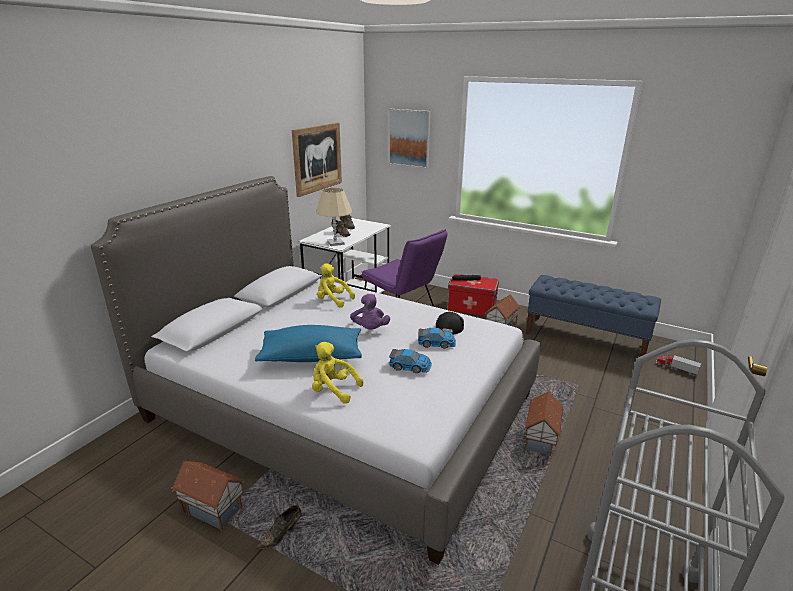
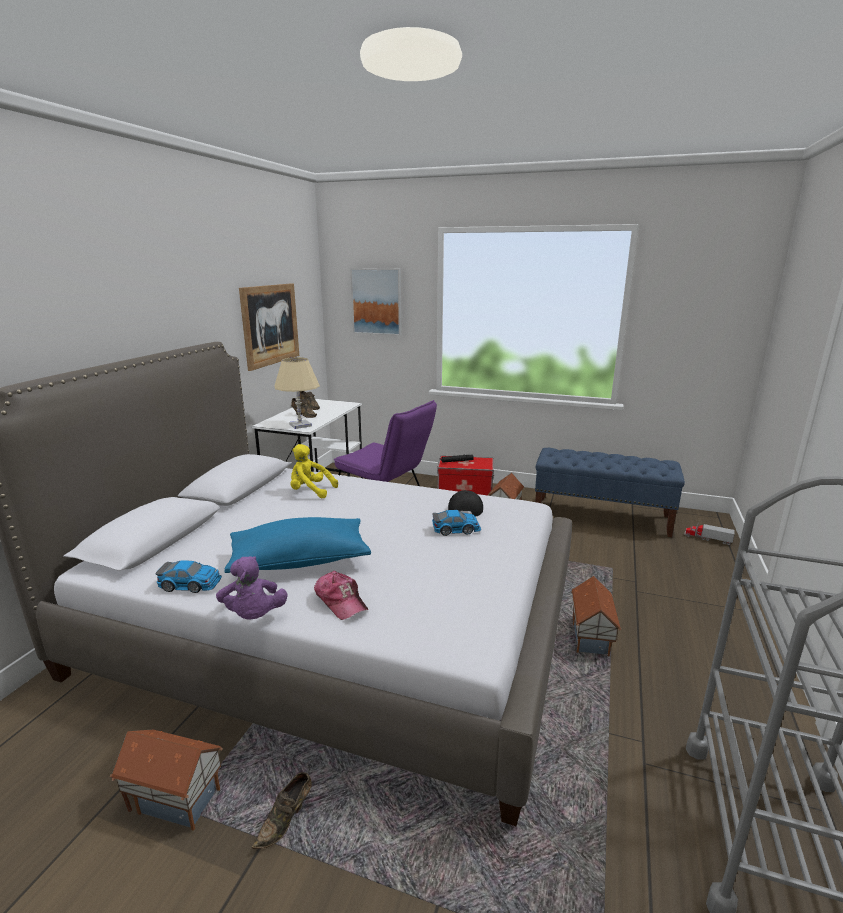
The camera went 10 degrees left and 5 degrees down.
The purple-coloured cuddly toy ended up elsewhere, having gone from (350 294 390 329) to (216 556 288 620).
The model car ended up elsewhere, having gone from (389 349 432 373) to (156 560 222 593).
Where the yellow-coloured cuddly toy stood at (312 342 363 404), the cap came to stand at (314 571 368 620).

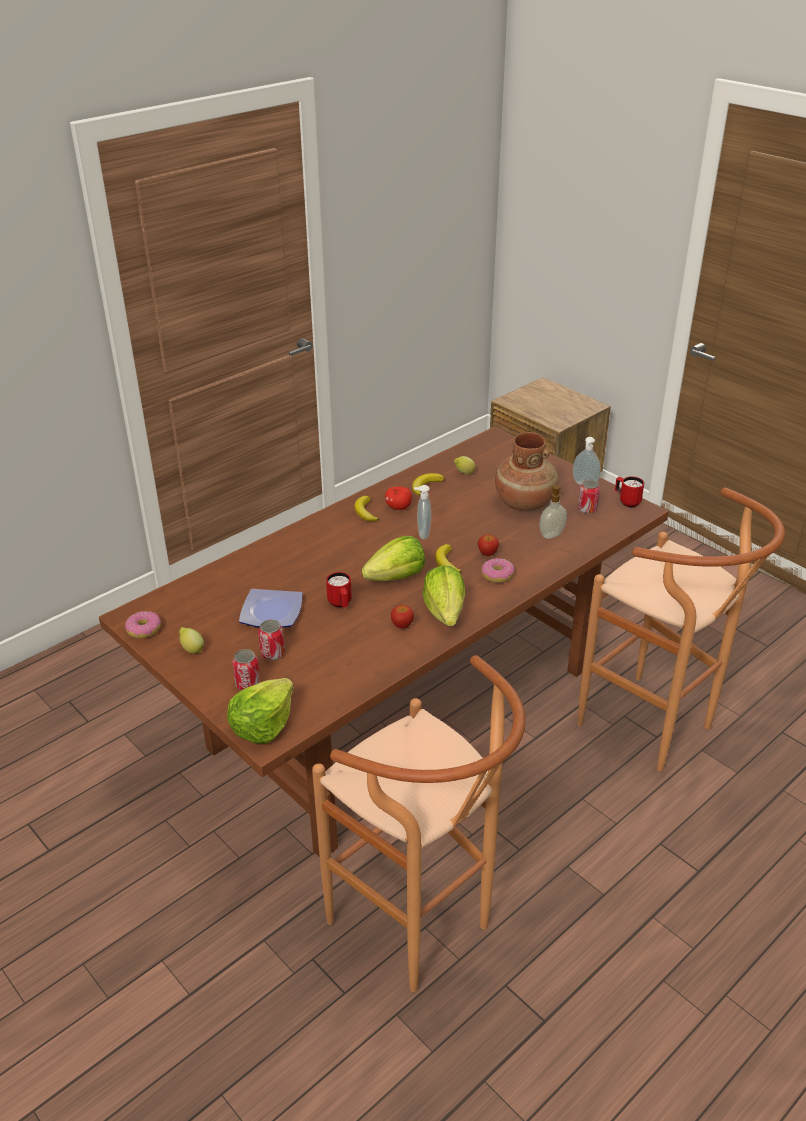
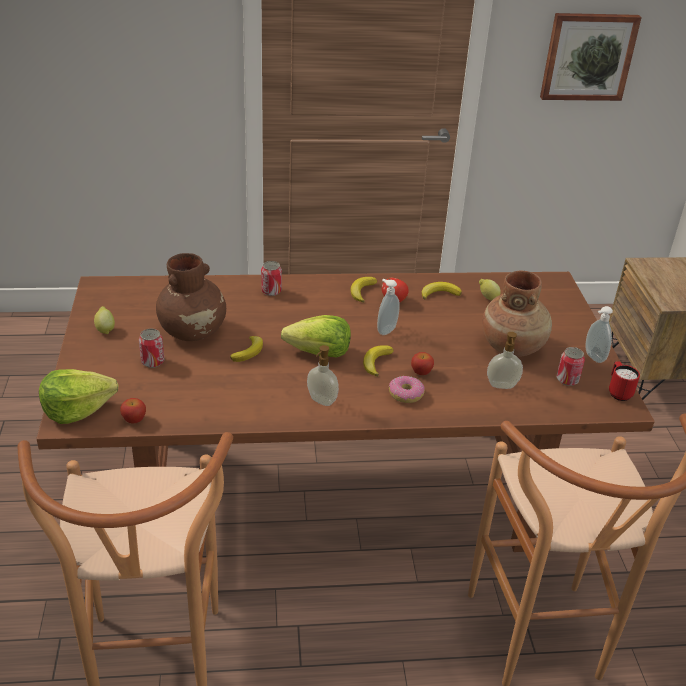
The camera went 35 degrees right and 0 degrees up.
The second view lost the ring doughnut at (125 611 161 638).
The second view gained the wall picture at (540 13 642 101).
The can ended up elsewhere, having gone from (232 649 260 690) to (261 261 282 296).
The apple fruit ended up elsewhere, having gone from (391 605 414 629) to (120 398 146 424).
Where the plate stood at (239 589 303 628), the brown vase came to stand at (156 253 226 341).
Where the reddish coffee mug stood at (326 572 352 607), the banana came to stand at (230 336 263 362).
Where the lettuce head stood at (423 565 465 626), the soap dispenser came to stand at (307 345 339 406).

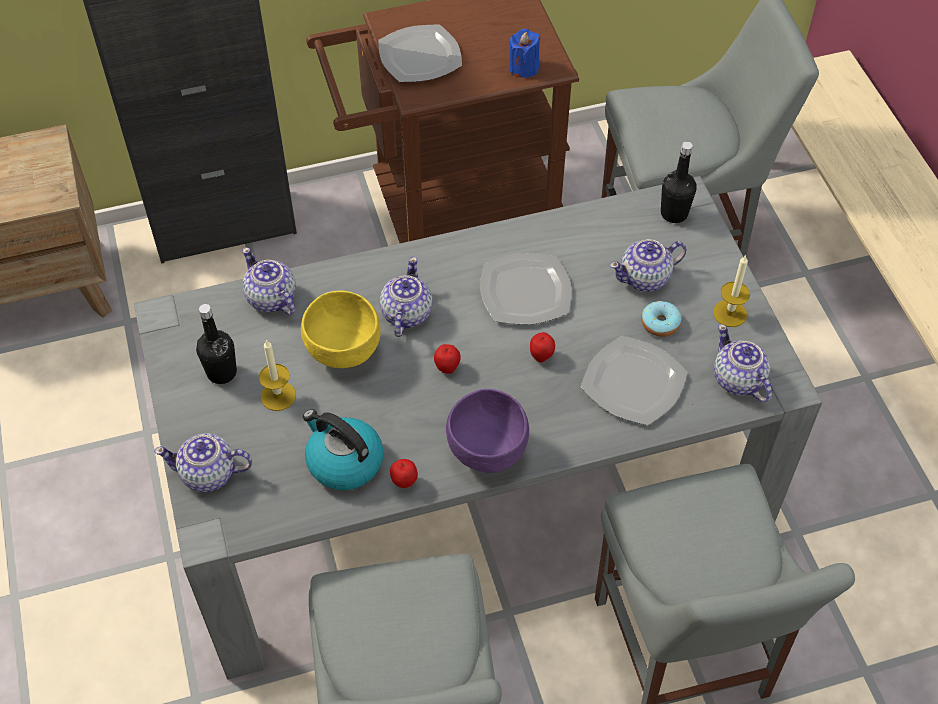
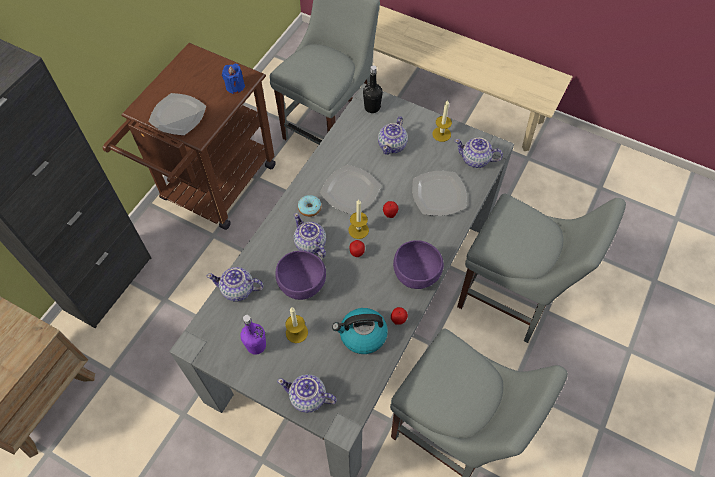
The camera went 45 degrees left and 5 degrees up.
The second view gained the wax light at (348 200 369 239).
The ring doughnut ended up elsewhere, having gone from (641 301 682 337) to (298 195 321 217).
What was the black-coloured drink bottle at (196 304 237 384) turned into the purple-coloured drink bottle at (240 315 266 355).
What was the yellow-coloured serving bowl at (301 291 381 368) turned into the purple-coloured serving bowl at (275 251 326 300).
The teapot at (154 433 252 492) ended up facing another way, 60 degrees clockwise from before.

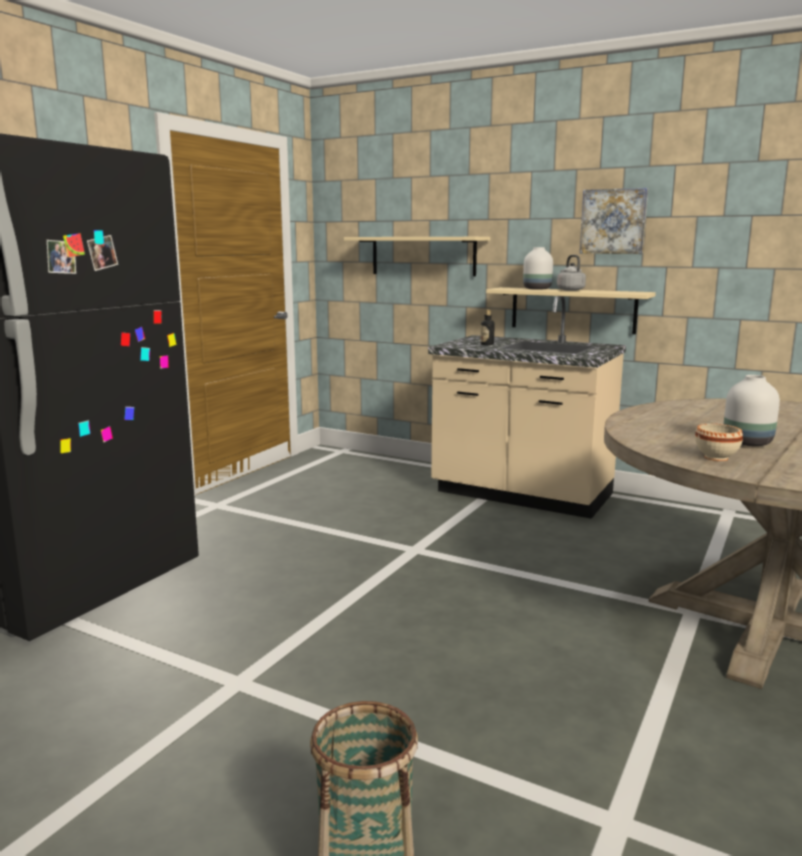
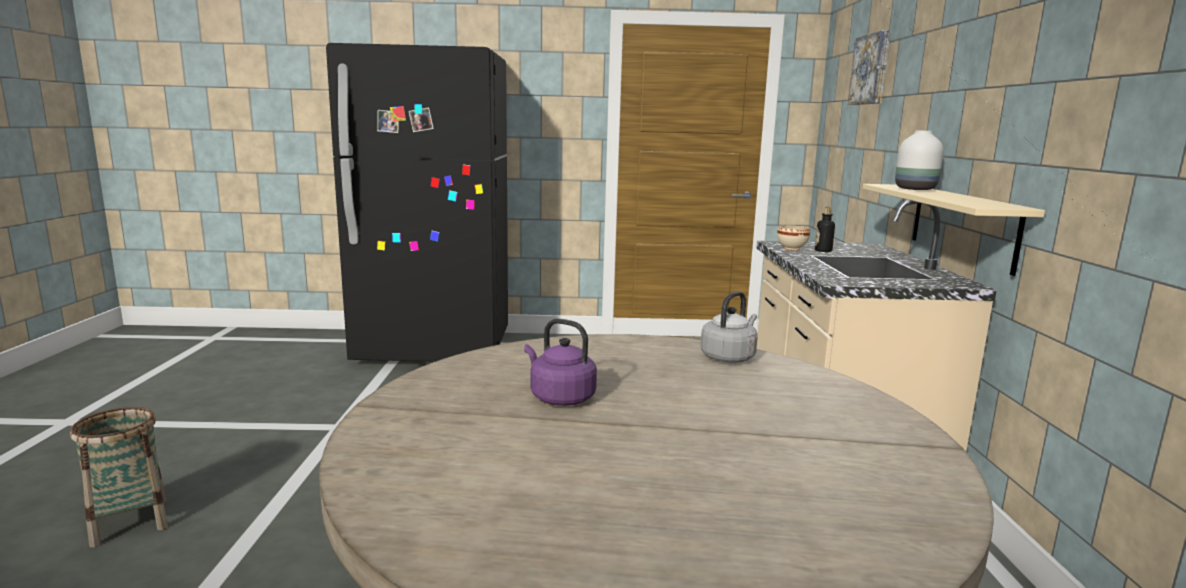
The camera went 60 degrees right and 0 degrees up.
The second view lost the beige-coloured bracket shelf at (344 237 490 276).
The greyish tea kettle ended up elsewhere, having gone from (557 255 586 291) to (700 291 758 363).
The wall picture ended up elsewhere, having gone from (580 188 648 254) to (848 30 891 105).
The beige-coloured serving bowl ended up elsewhere, having gone from (695 424 743 461) to (777 225 810 251).
Where the white-coloured vase stood at (724 375 780 446), the purple-coloured tea kettle came to stand at (524 319 597 406).

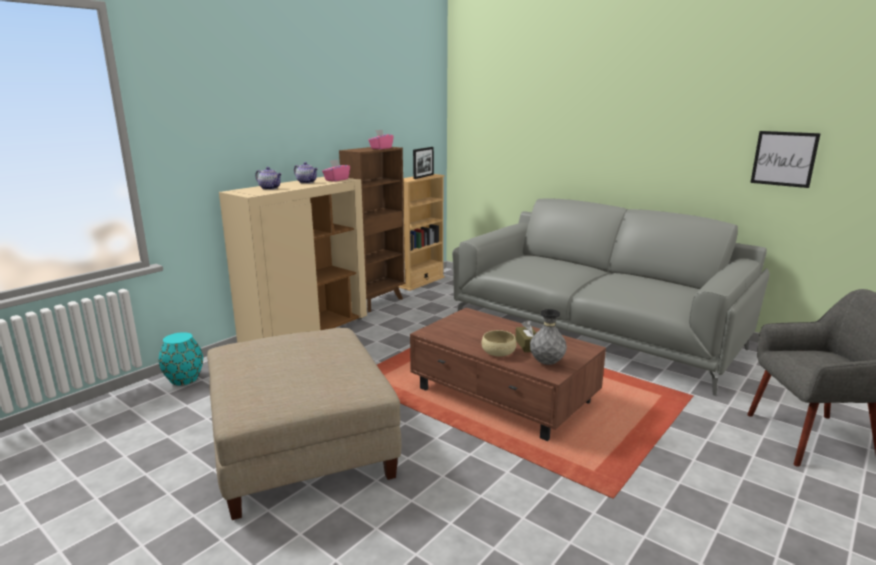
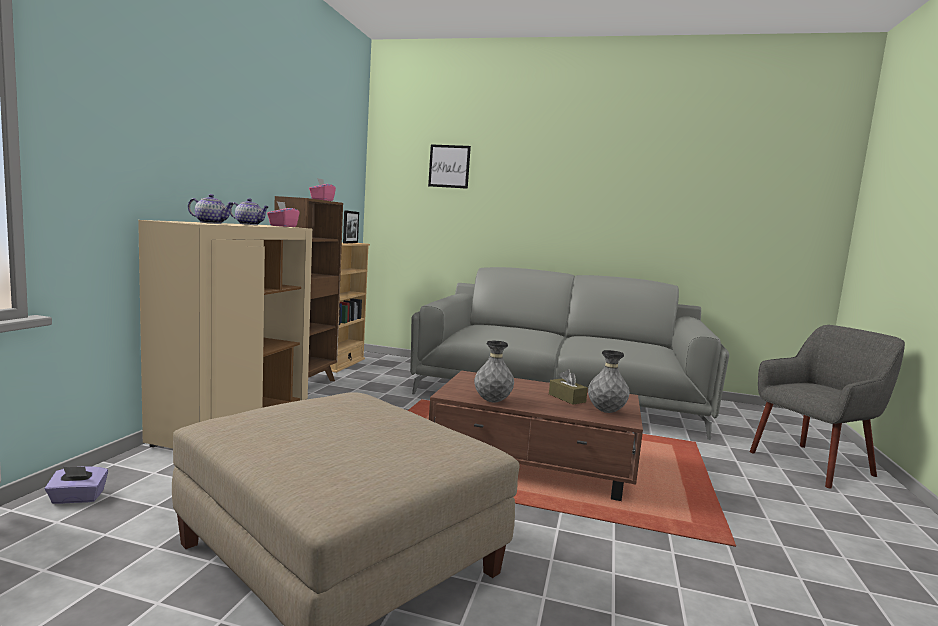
The camera went 25 degrees left and 10 degrees down.
The second view lost the beige-coloured serving bowl at (481 330 517 357).
The second view gained the greyish vase at (474 341 514 402).
The wall picture ended up elsewhere, having gone from (751 131 821 188) to (428 144 471 189).
Where the turquoise-coloured vase stood at (159 332 203 385), the purple-coloured tissue box came to stand at (45 466 108 504).

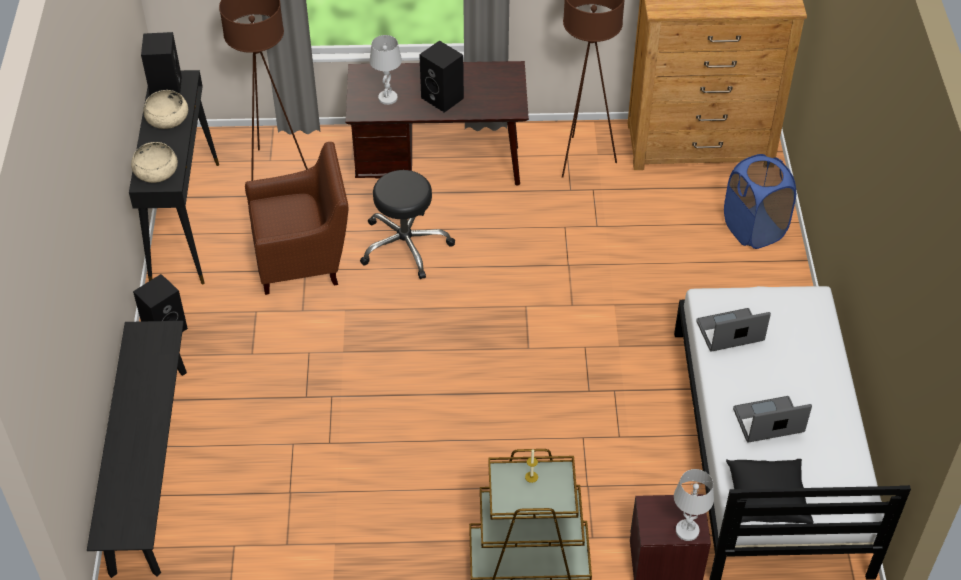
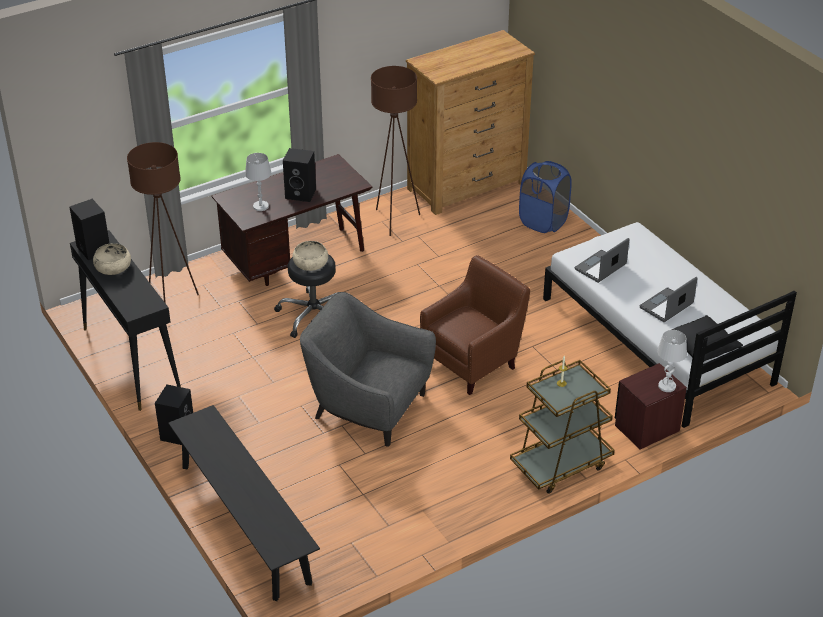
The camera went 30 degrees left and 10 degrees down.
The second view gained the greyish armchair at (300 292 436 447).
The beige-coloured serving bowl ended up elsewhere, having gone from (131 142 178 183) to (293 241 328 271).
The brown armchair ended up elsewhere, having gone from (245 142 348 295) to (420 255 530 395).

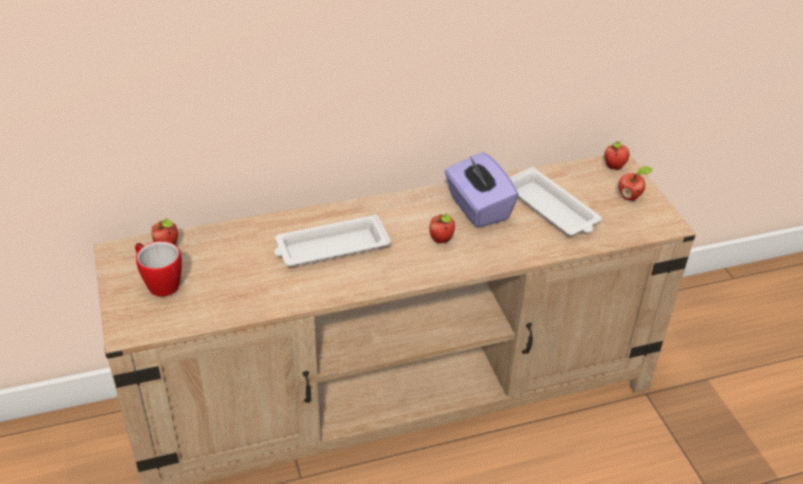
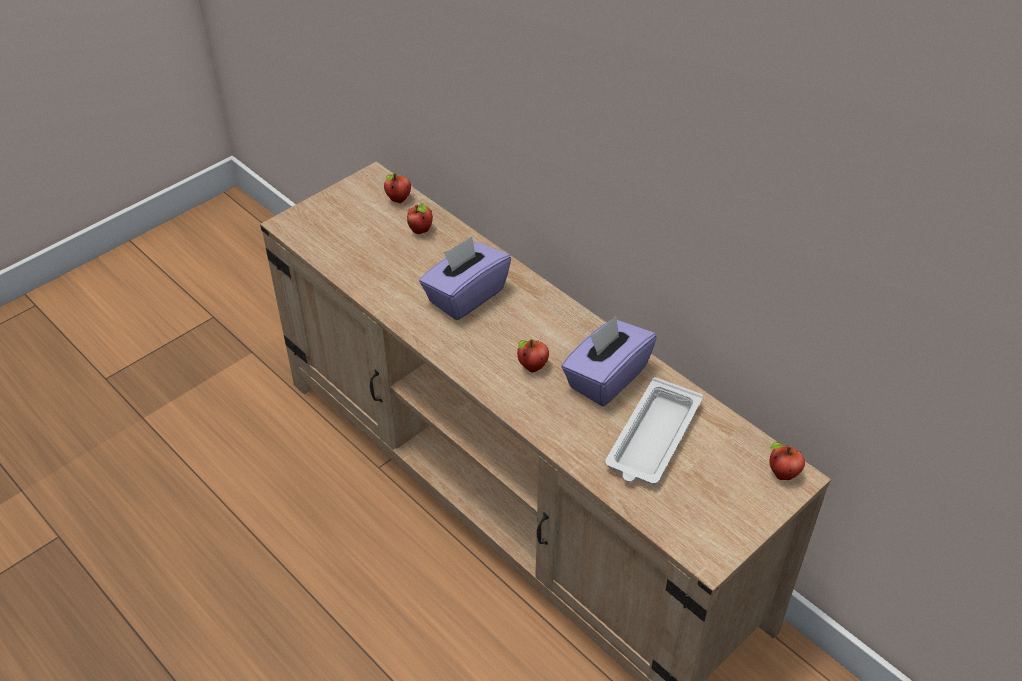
The camera went 65 degrees right and 5 degrees up.
The second view lost the coffee mug at (135 241 182 297).
The apple fruit ended up elsewhere, having gone from (618 166 652 201) to (407 203 433 234).
Where the white-coloured serving tray stood at (274 214 391 266), the purple-coloured tissue box came to stand at (419 236 511 320).

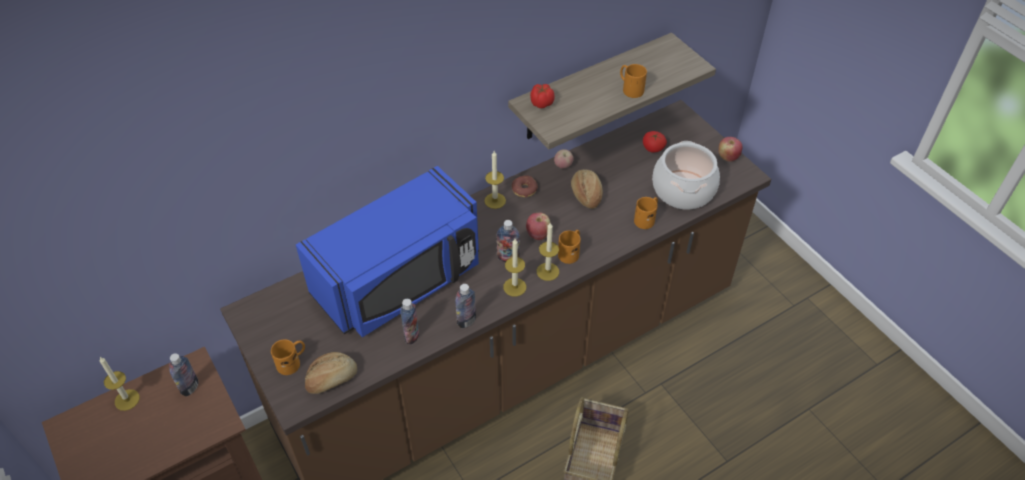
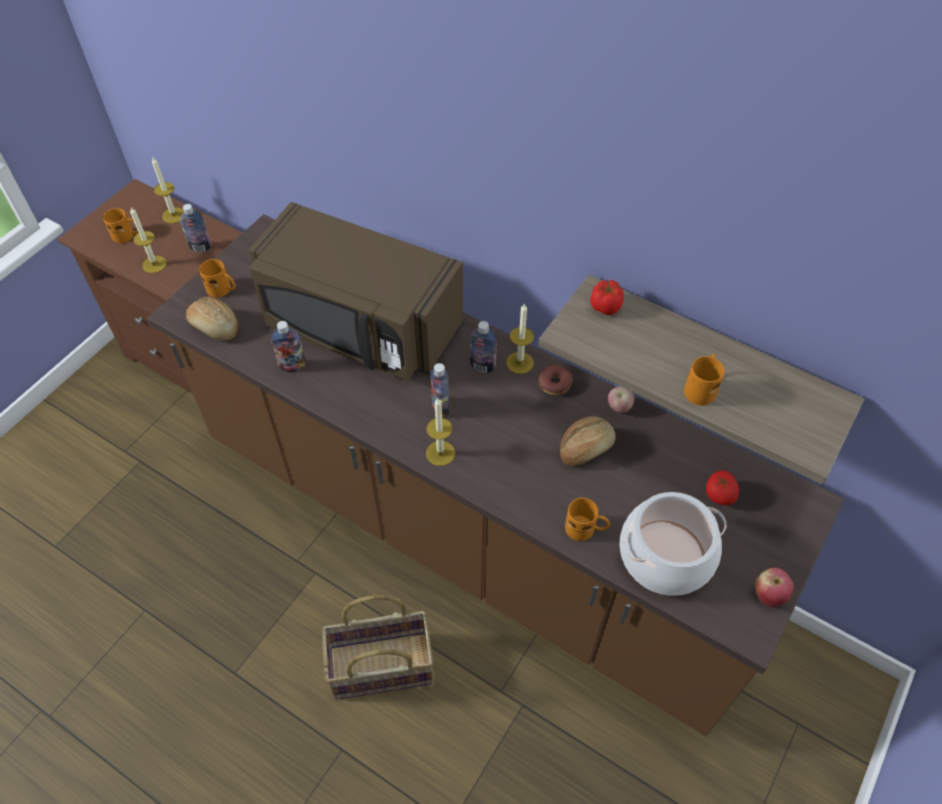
The camera went 65 degrees right and 5 degrees up.
The second view lost the apple fruit at (526 213 550 240).
The drink bottle ended up elsewhere, having gone from (455 284 476 328) to (470 321 497 373).
The wax light ended up elsewhere, having gone from (503 239 526 297) to (130 207 166 273).
The orange-coloured coffee mug ended up elsewhere, having gone from (558 230 581 264) to (103 208 138 243).
What was the blue microwave at (296 166 479 337) turned into the brown microwave at (249 202 463 381).

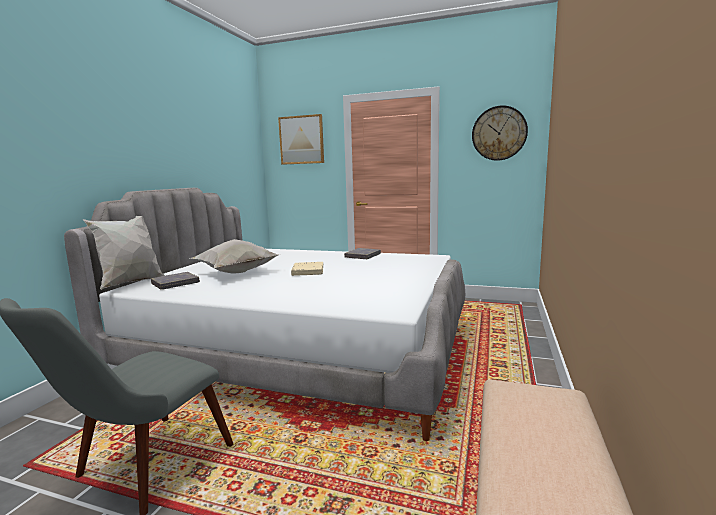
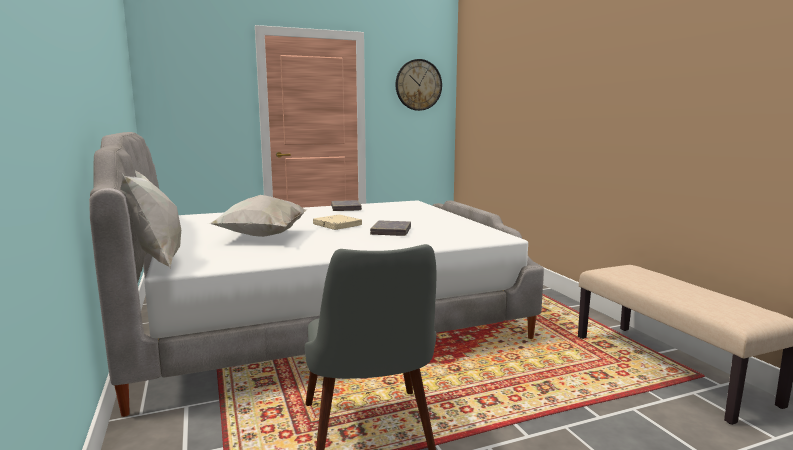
The camera went 40 degrees left and 0 degrees up.
The second view lost the wall picture at (278 114 324 165).
The greyish volume ended up elsewhere, having gone from (151 272 200 290) to (370 221 411 236).

